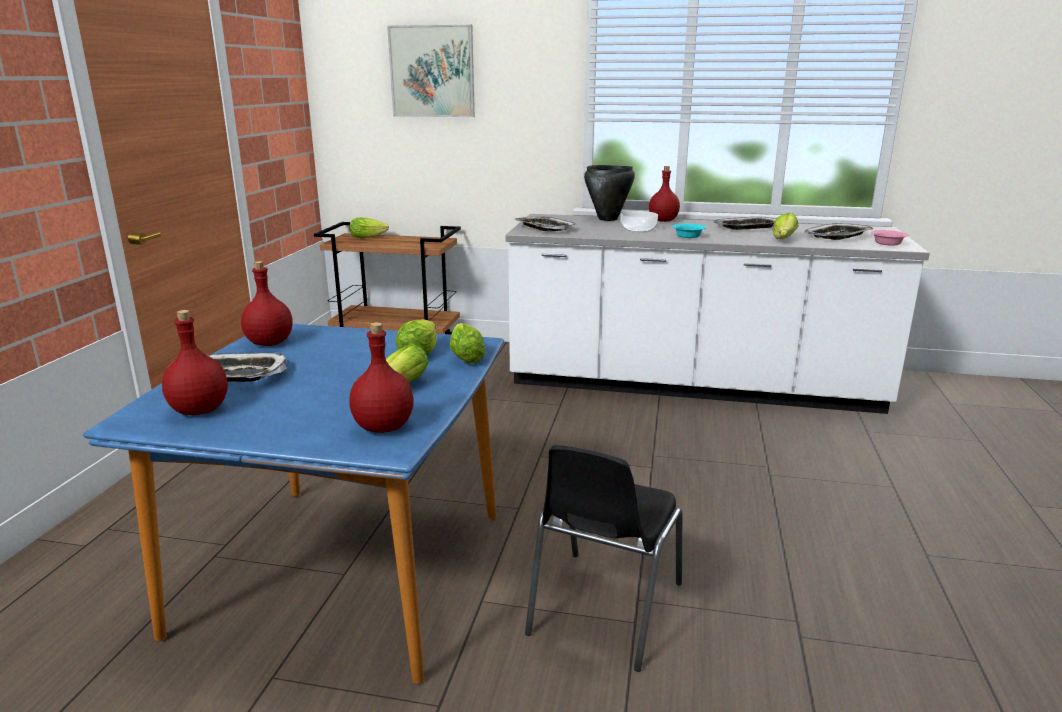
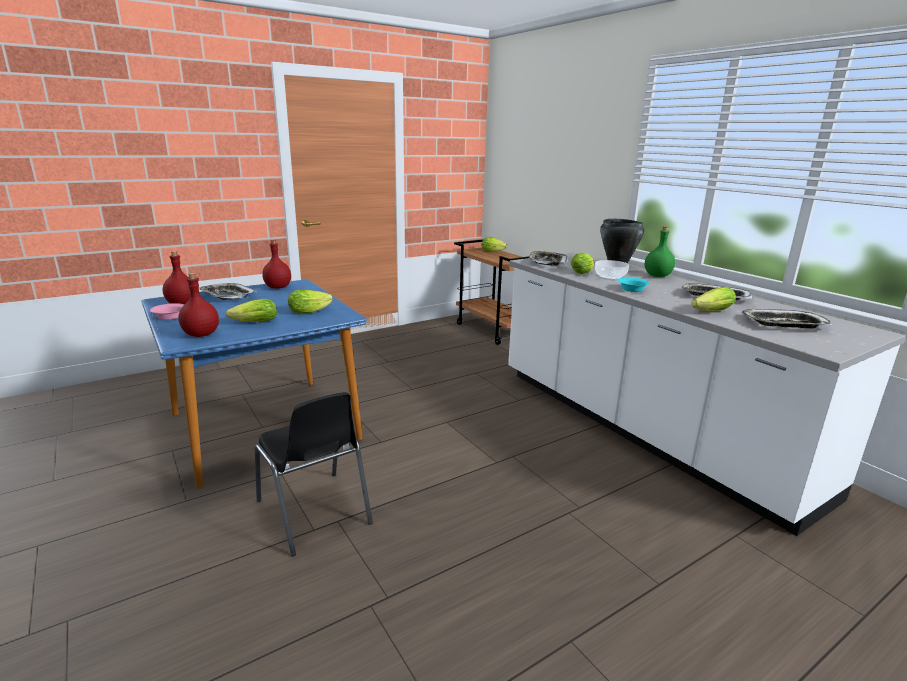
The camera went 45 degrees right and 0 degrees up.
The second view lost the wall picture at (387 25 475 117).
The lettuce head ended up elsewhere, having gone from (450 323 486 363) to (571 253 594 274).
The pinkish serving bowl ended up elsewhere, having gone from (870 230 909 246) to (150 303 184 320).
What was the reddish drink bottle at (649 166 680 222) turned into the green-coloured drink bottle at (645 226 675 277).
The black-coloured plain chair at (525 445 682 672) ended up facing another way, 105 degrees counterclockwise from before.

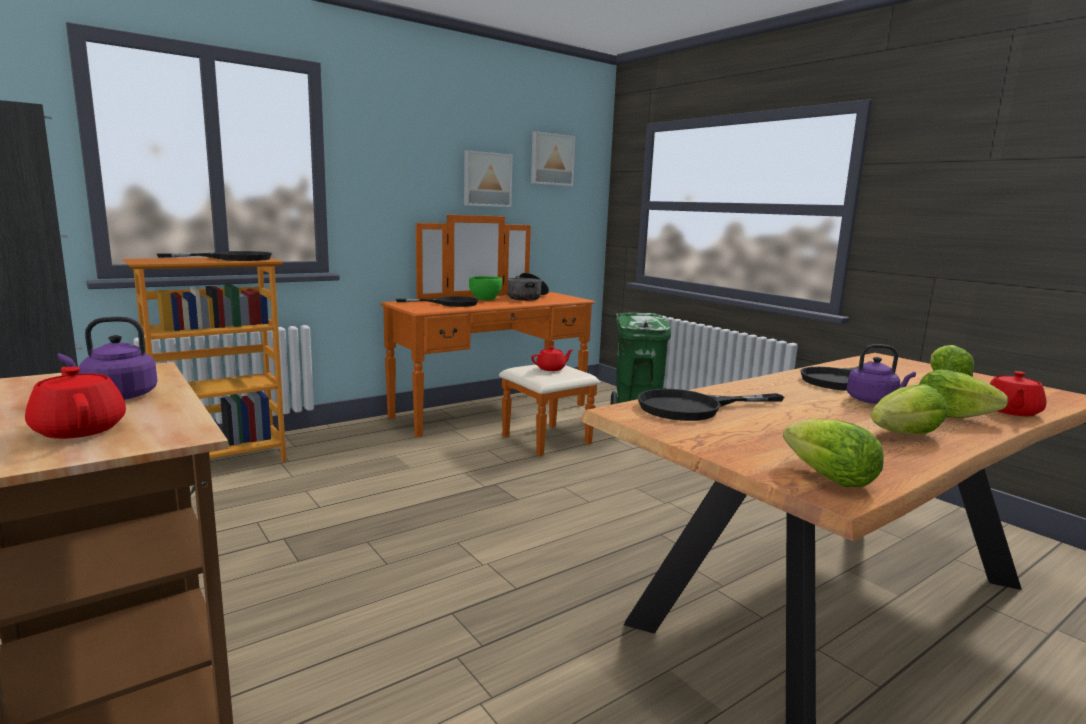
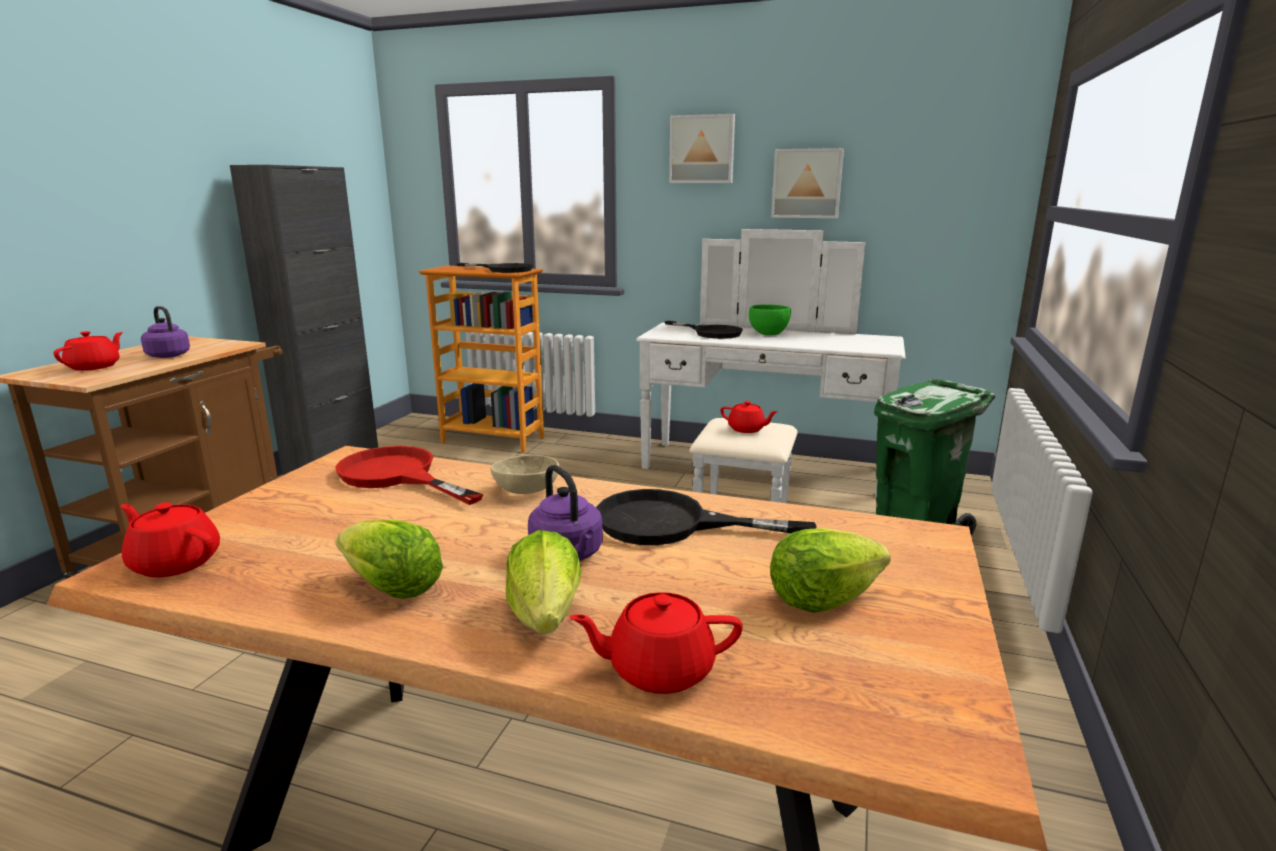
The camera went 55 degrees right and 5 degrees up.
The second view lost the saucepot at (507 273 549 301).
The second view gained the beige-coloured serving bowl at (490 455 559 494).
The wall picture ended up elsewhere, having gone from (531 131 575 186) to (669 114 735 183).
Where the lettuce head stood at (783 419 884 487), the reddish teapot came to stand at (120 502 220 577).
What was the orange-coloured drawer chest at (381 215 600 456) turned into the white-coloured drawer chest at (636 229 906 503).
What was the black-coloured skillet at (638 389 784 421) turned into the reddish skillet at (335 446 483 505).

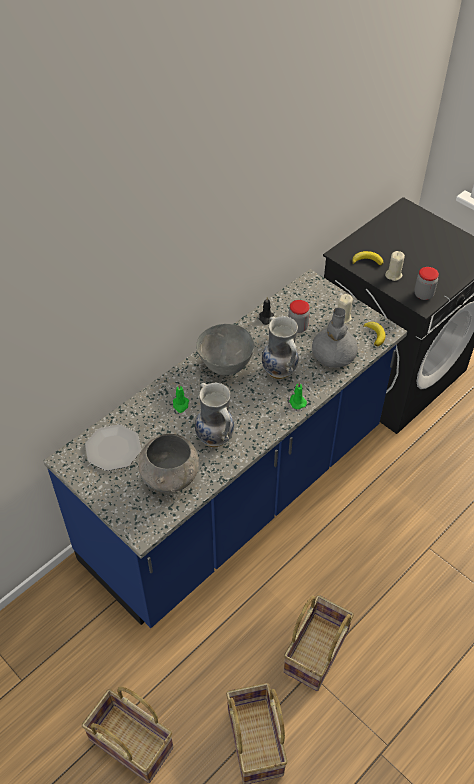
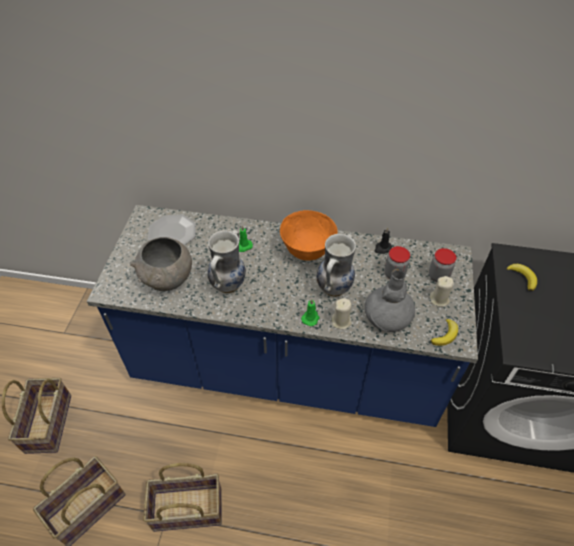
The camera went 55 degrees right and 0 degrees up.
The beige-coloured wax light ended up elsewhere, having gone from (385 251 405 281) to (331 298 352 329).
The preserve jar ended up elsewhere, having gone from (414 267 439 300) to (429 248 456 282).
What was the greyish serving bowl at (196 324 254 375) turned into the orange-coloured serving bowl at (280 210 337 261).

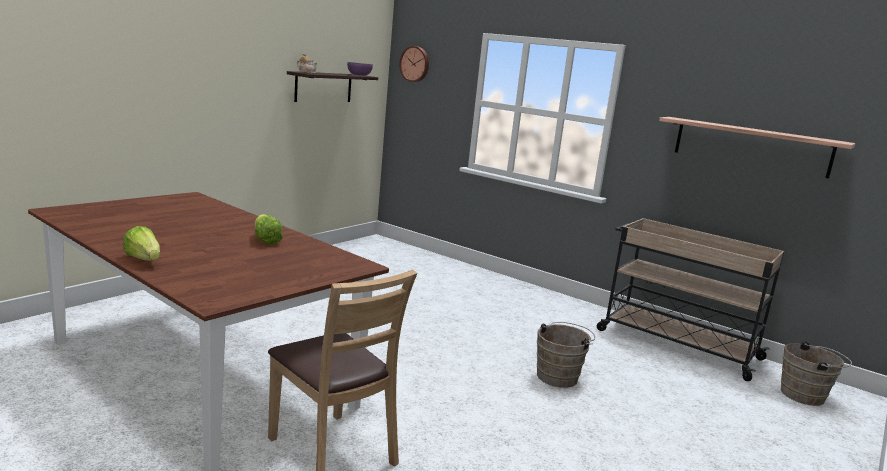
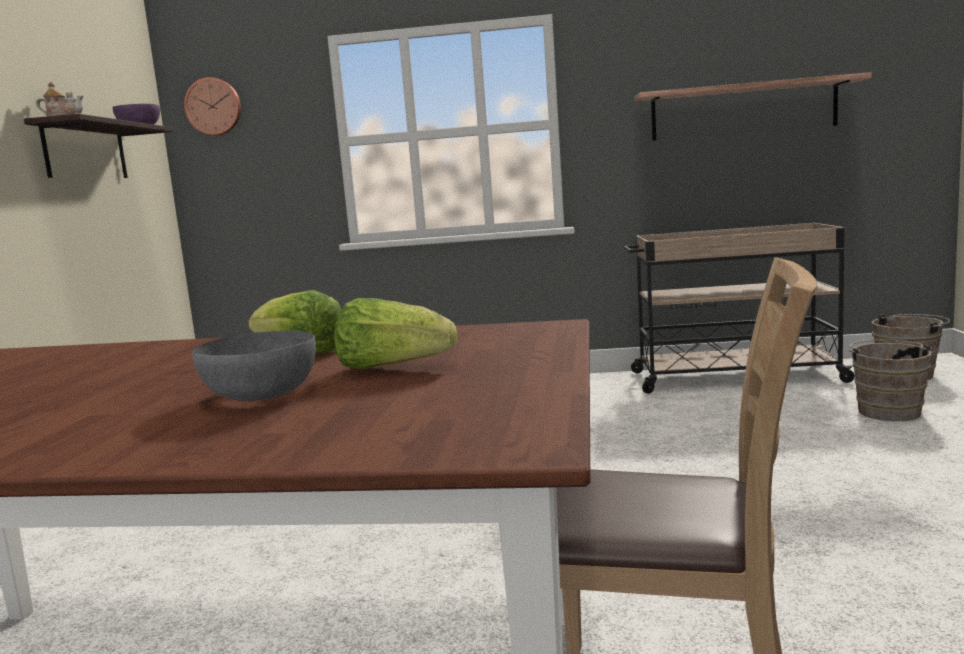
The camera went 30 degrees left and 5 degrees down.
The second view gained the greyish serving bowl at (193 330 316 401).
The lettuce head ended up elsewhere, having gone from (123 226 160 261) to (334 298 457 369).
The brown pail ended up elsewhere, having gone from (537 322 595 388) to (849 339 933 421).

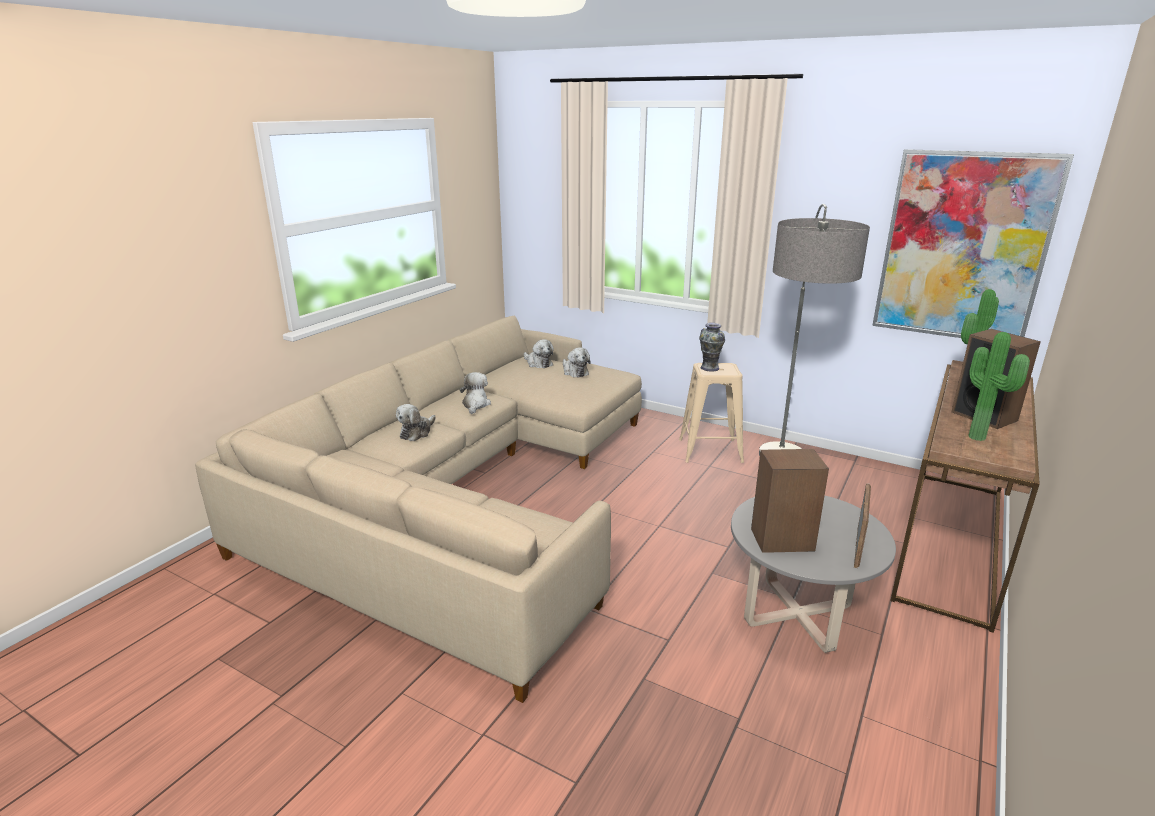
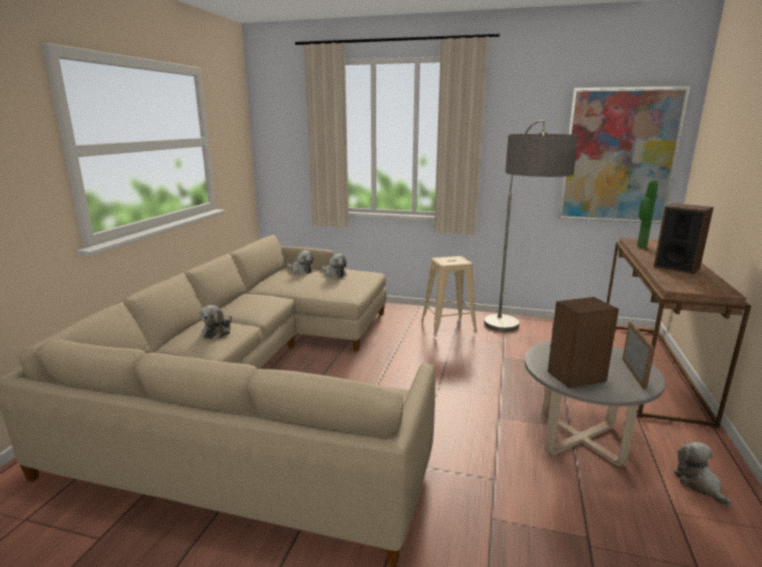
The camera went 15 degrees left and 5 degrees down.
The second view lost the vase at (699 323 725 372).
The second view lost the houseplant at (968 332 1030 441).
The cuddly toy ended up elsewhere, having gone from (460 372 491 414) to (674 442 732 507).

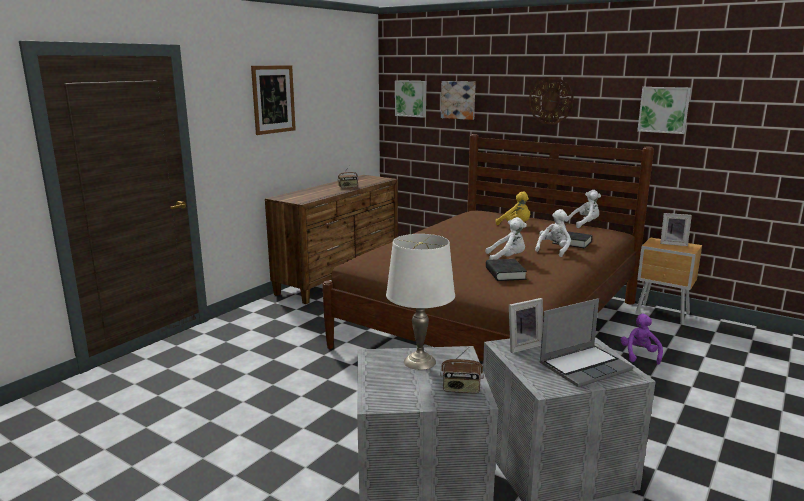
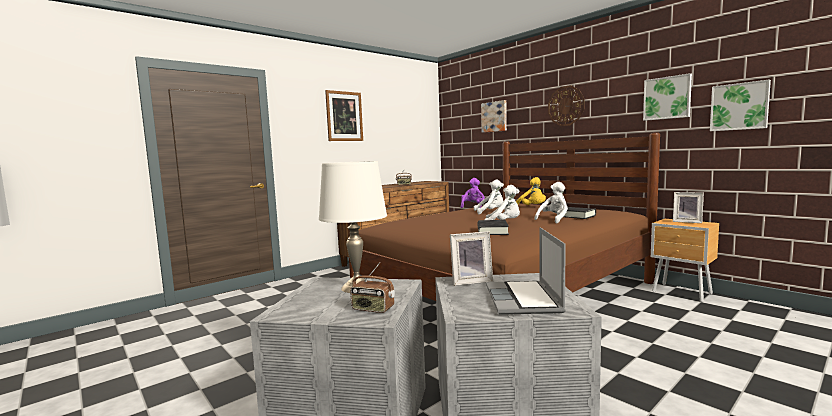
The camera went 15 degrees right and 10 degrees down.
The wall picture ended up elsewhere, having gone from (395 80 426 118) to (710 79 771 131).
The white-coloured cuddly toy ended up elsewhere, having gone from (565 190 601 228) to (474 179 504 214).
The purple-coloured cuddly toy ended up elsewhere, having gone from (620 314 663 365) to (461 178 485 208).
The portable computer at (539 298 633 387) ended up facing another way, 105 degrees clockwise from before.

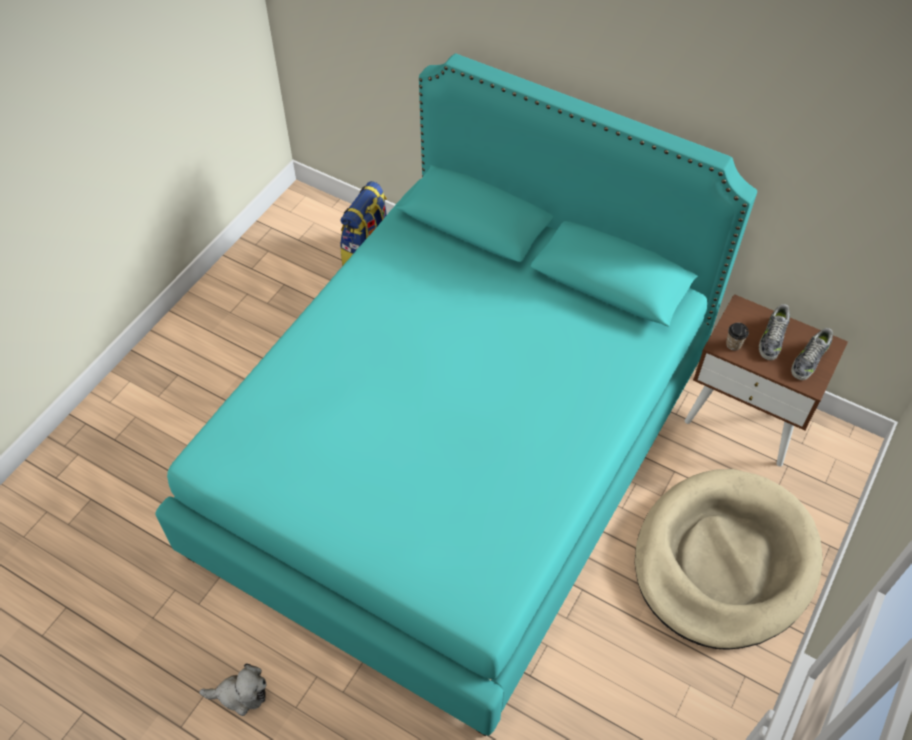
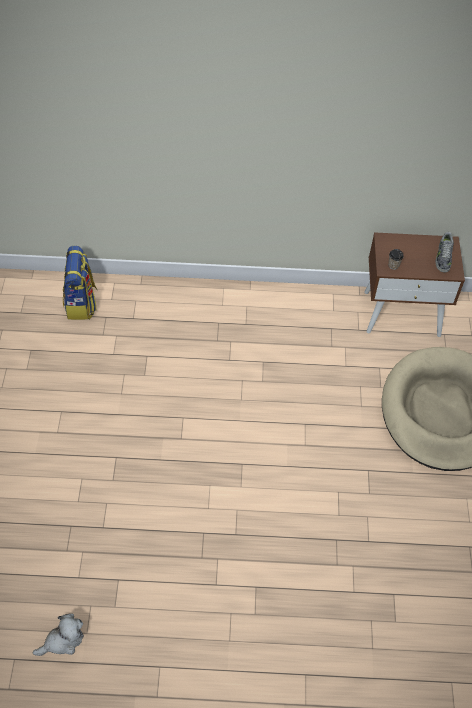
The camera went 30 degrees left and 0 degrees up.
The second view lost the turquoise-coloured bed at (155 54 757 736).
The second view lost the item of footwear at (759 304 790 360).
The cuddly toy ended up elsewhere, having gone from (199 664 266 716) to (33 613 84 656).

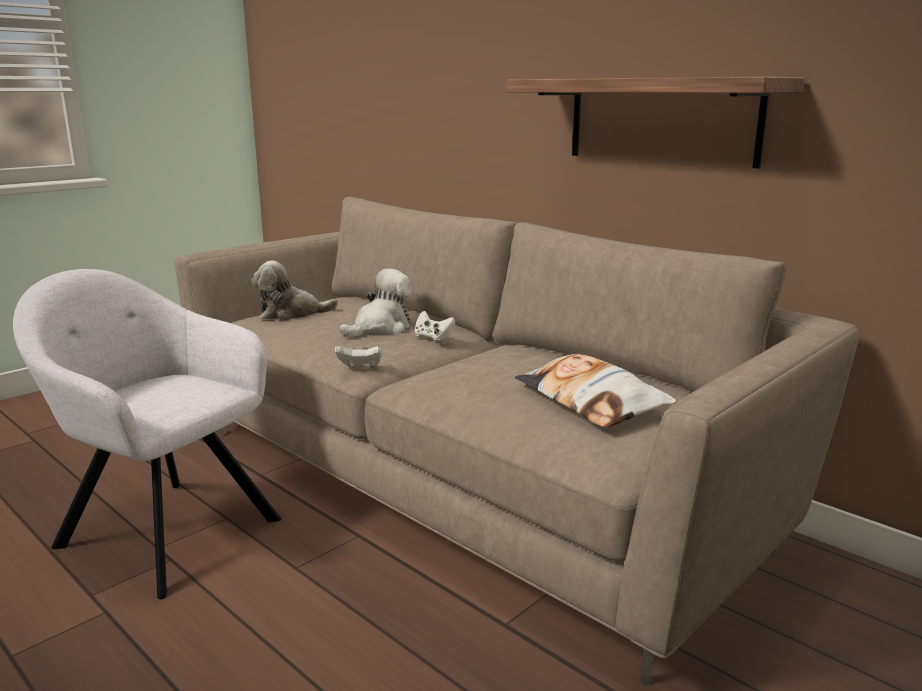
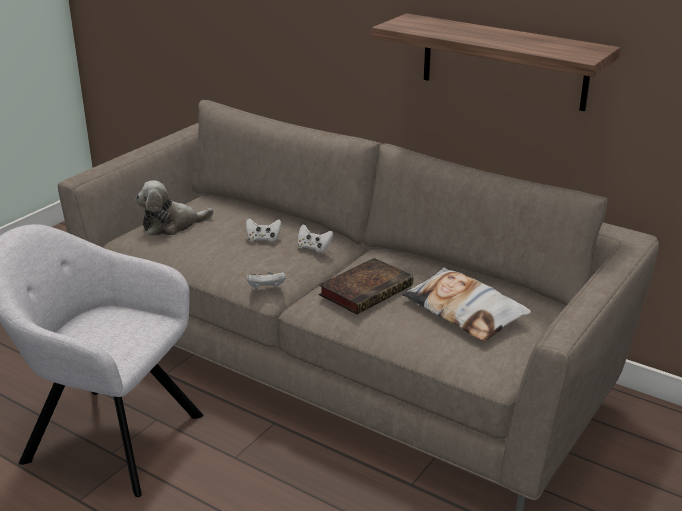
The camera went 10 degrees left and 10 degrees up.
The second view gained the volume at (319 258 413 314).
Where the cuddly toy stood at (339 268 412 337), the white-coloured game controller came to stand at (246 218 281 243).

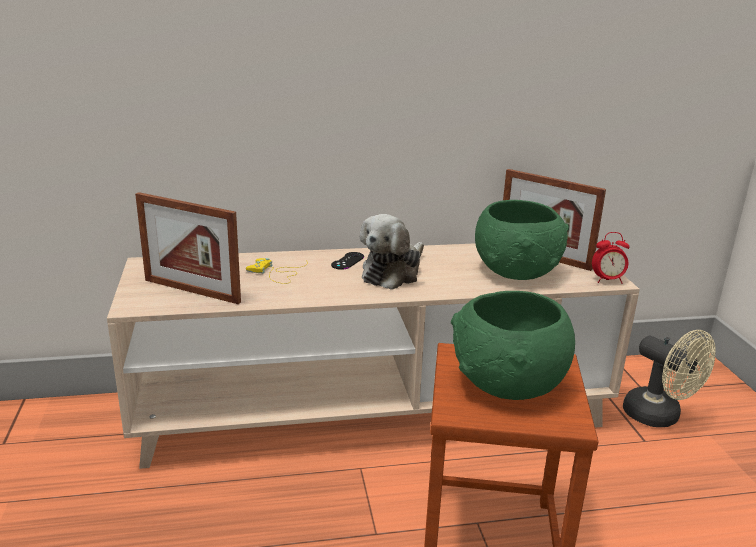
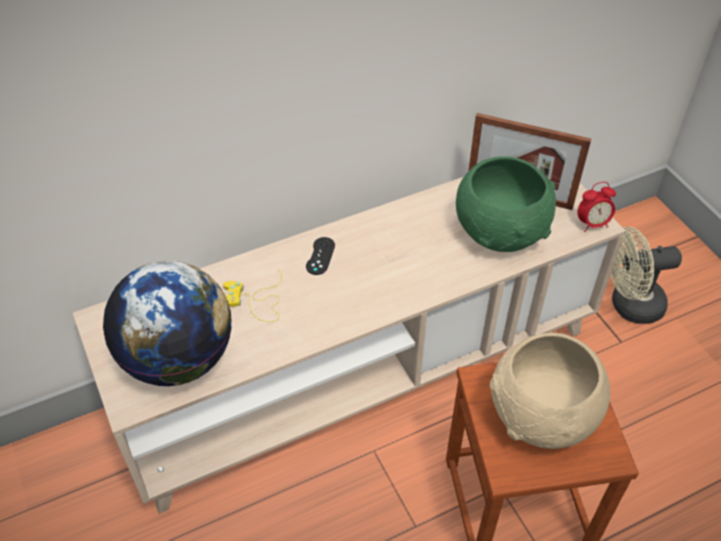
The camera went 15 degrees left and 25 degrees up.
The second view lost the cuddly toy at (360 214 424 290).
Where the standing frame stood at (135 192 241 304), the desk globe came to stand at (103 261 232 386).
What was the green-coloured serving bowl at (451 291 575 400) turned into the beige-coloured serving bowl at (489 333 610 449).
The beige-coloured electric fan at (623 330 716 427) ended up facing another way, 135 degrees clockwise from before.

